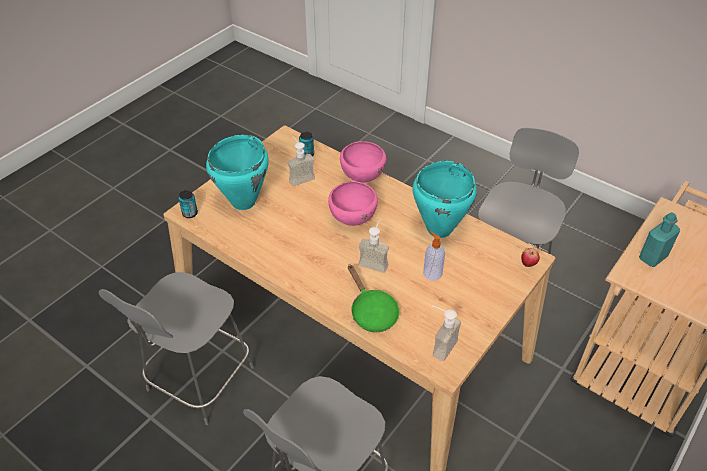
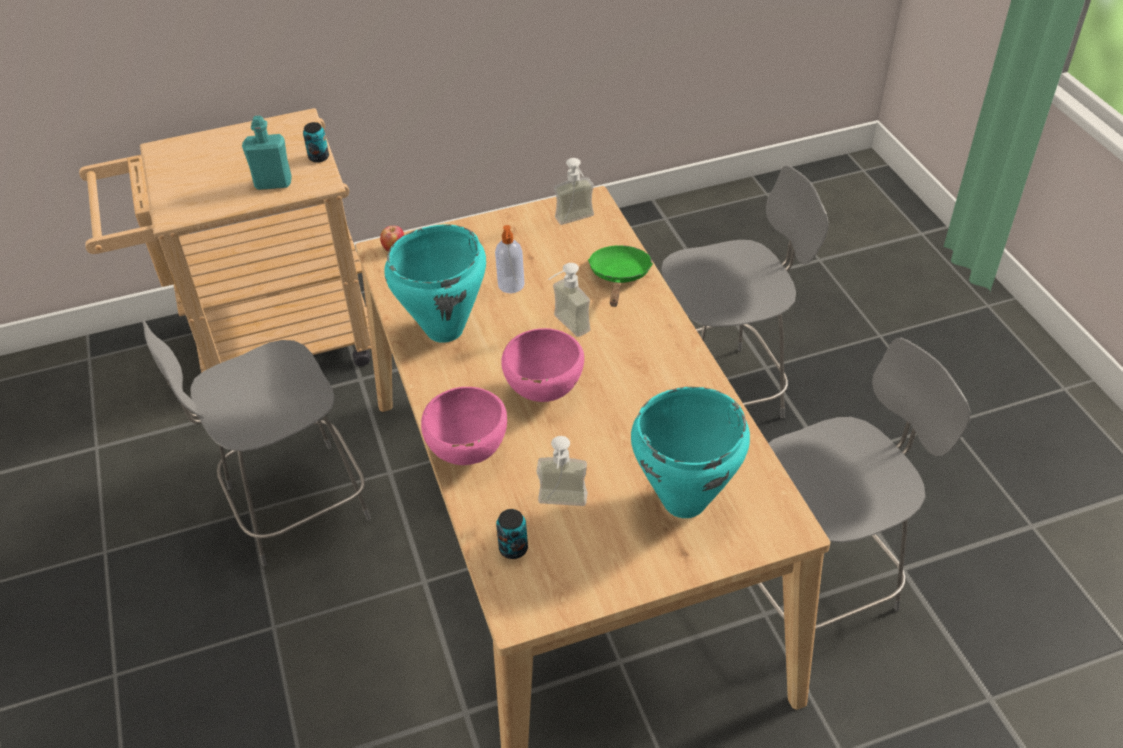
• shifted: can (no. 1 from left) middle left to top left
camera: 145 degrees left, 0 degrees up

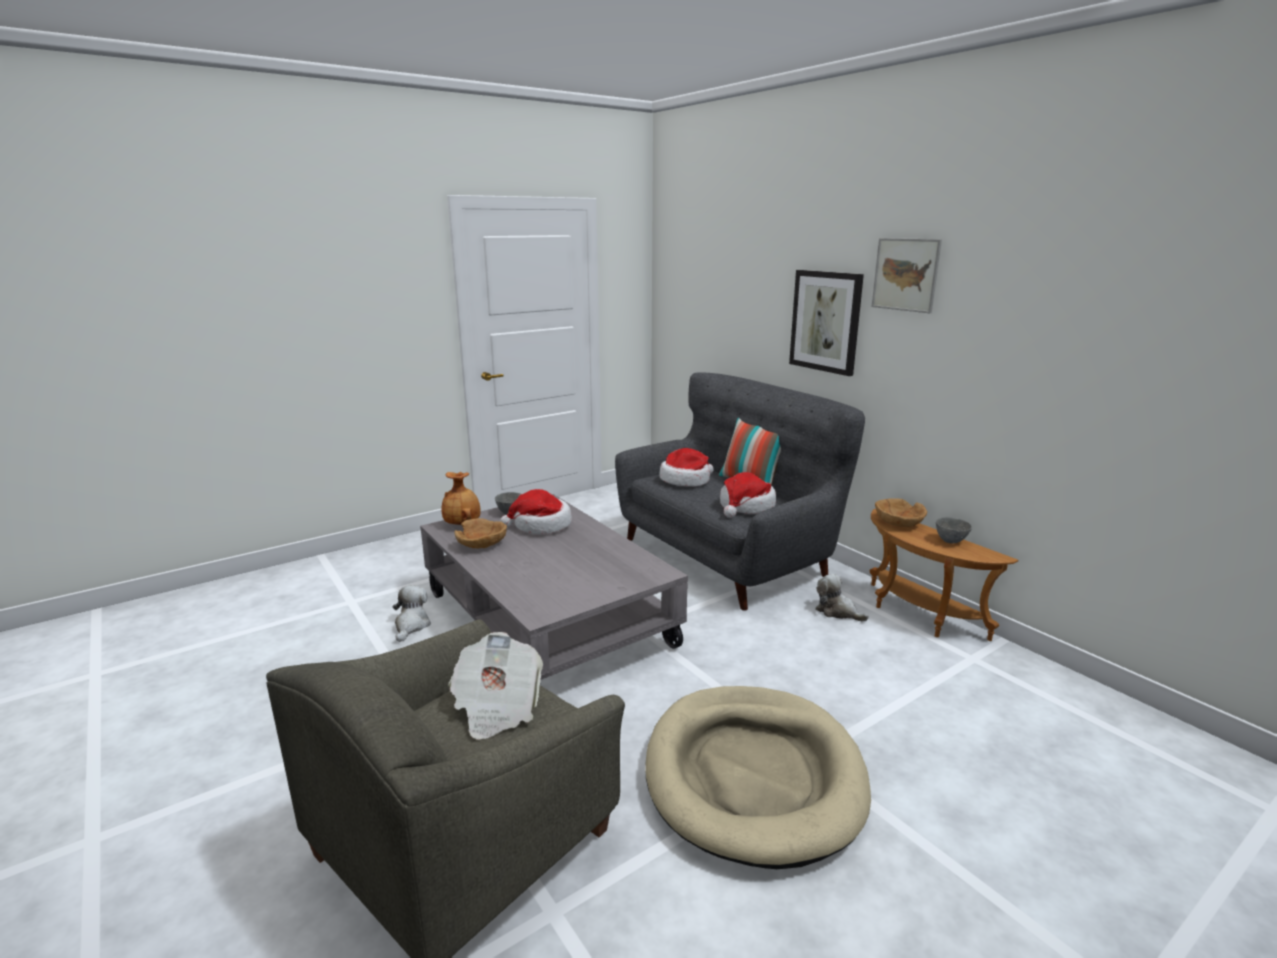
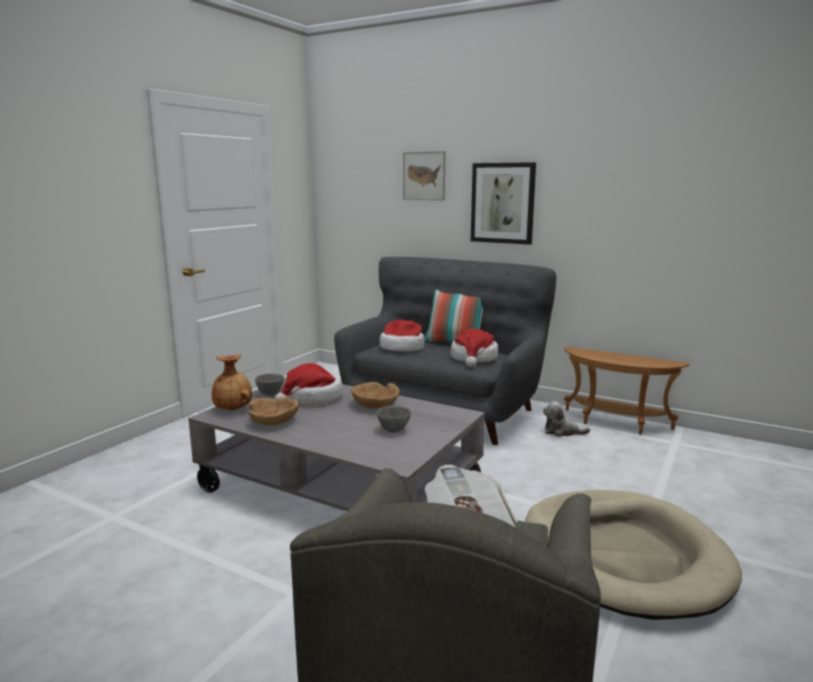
• shifted: picture (no. 2 from left in the first image) top right to picture (no. 1 from left) top centre
• shifted: bowl (brown) (no. 2 from left) middle right to centre
• shifted: bowl (grey) (no. 2 from left) middle right to centre
• gone: plush toy (no. 1 from left) middle left
camera: 25 degrees left, 5 degrees down

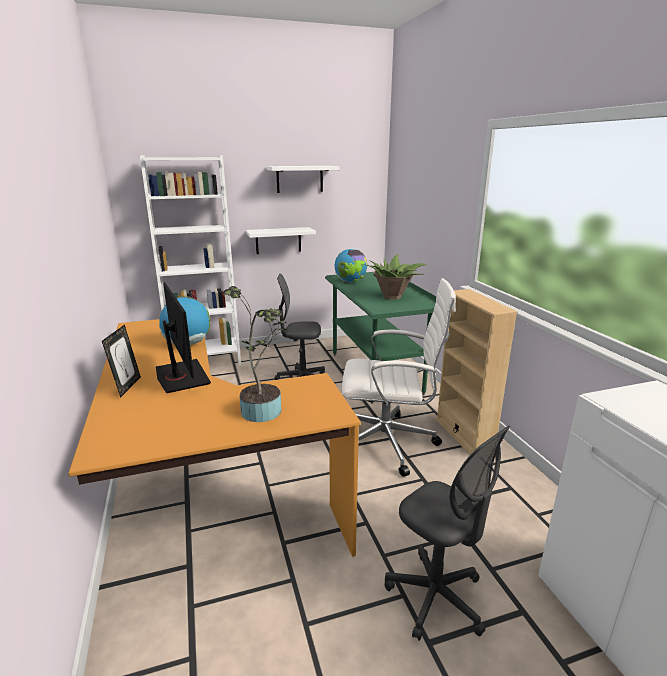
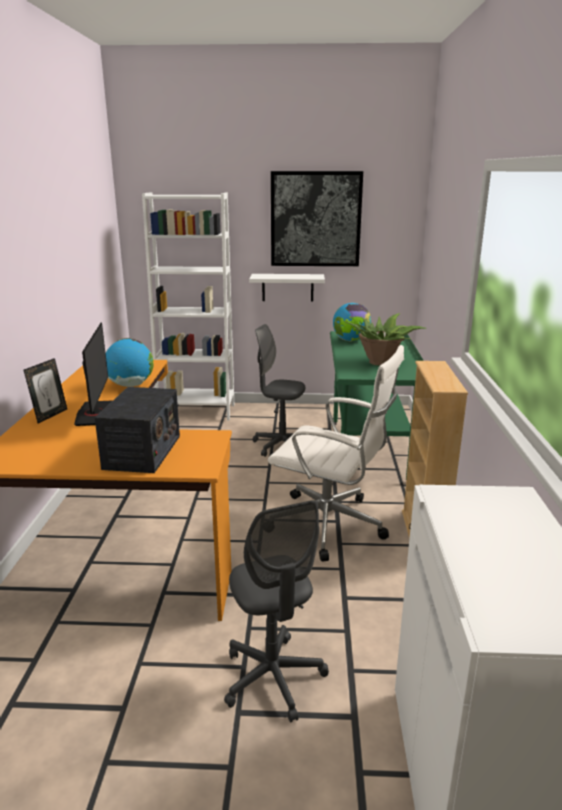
• swapped: shelf (white) (no. 2 from left) top centre to picture top centre
• swapped: potted plant (no. 1 from left) centre to radio middle left
camera: 20 degrees right, 0 degrees up

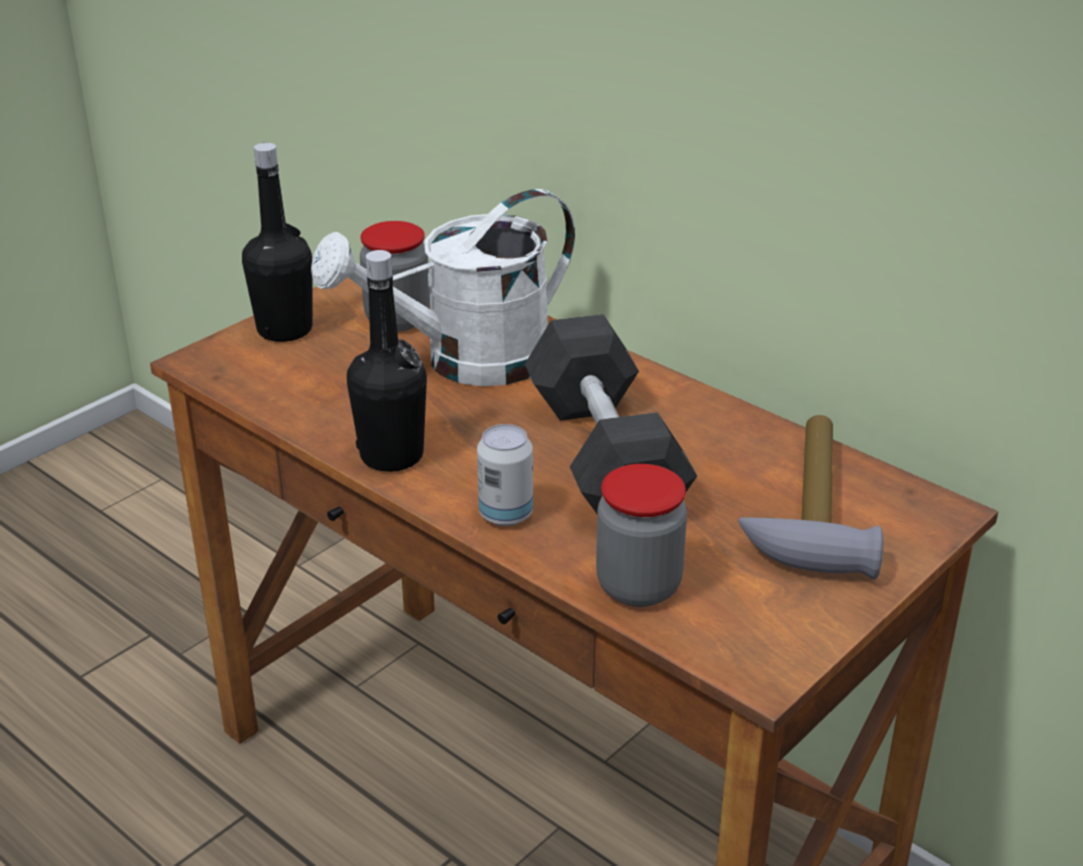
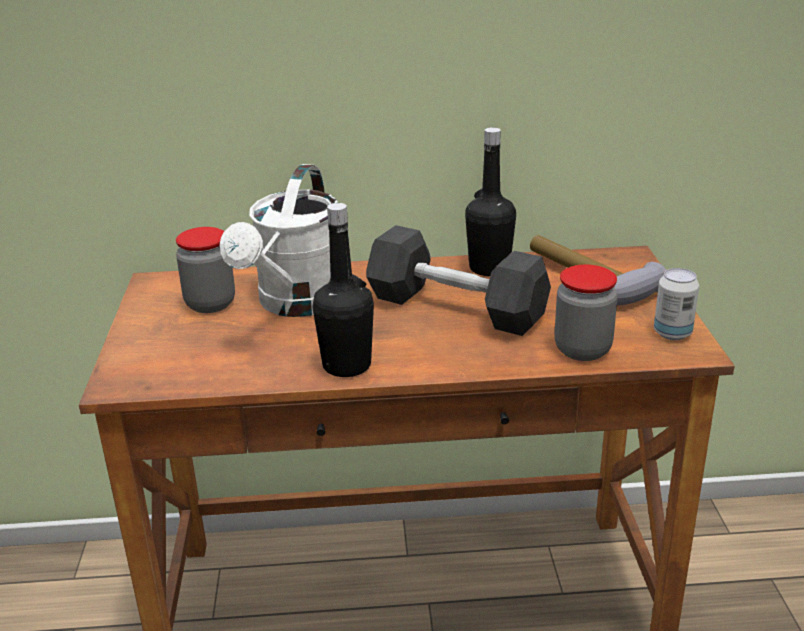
• shifted: bottle (black) (no. 1 from left in the first image) top left to bottle (black) (no. 2 from left) top centre
• shifted: can centre to middle right
camera: 45 degrees left, 5 degrees down

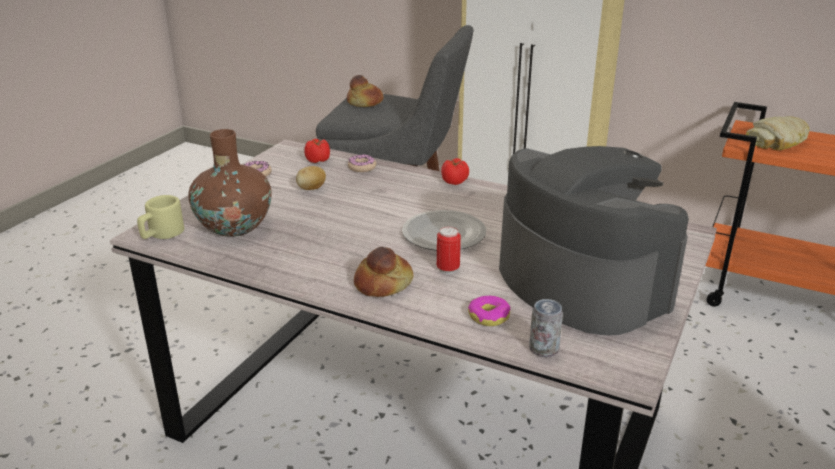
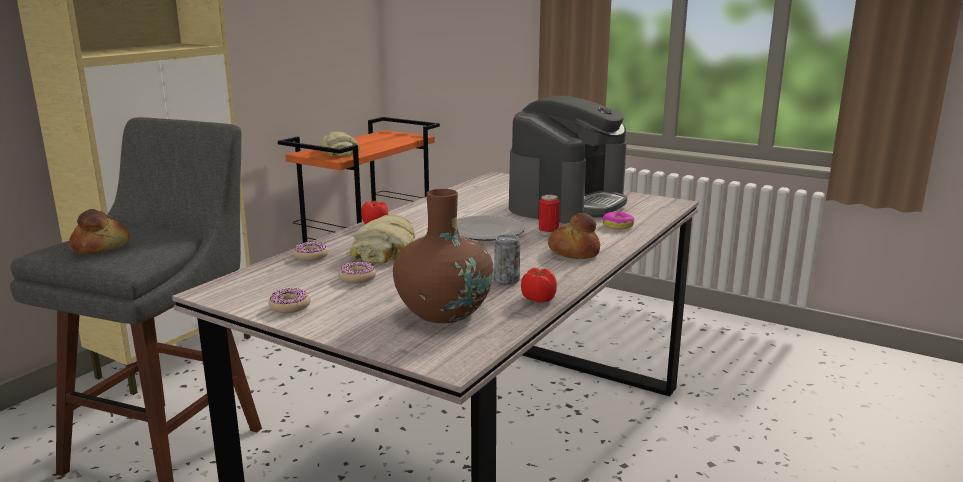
• shifted: tomato (no. 1 from left in the first image) top centre to tomato (no. 2 from left) centre
• rotated: coffee machine middle right = top centre 150 degrees clockwise
• swapped: potato centre to donut (no. 3 from left) centre
• gone: mug (beige) middle left
• shifted: can (no. 2 from left in the first image) bottom centre to can (no. 1 from left) centre
• new: bread (no. 3 from left) centre
camera: 85 degrees left, 10 degrees down

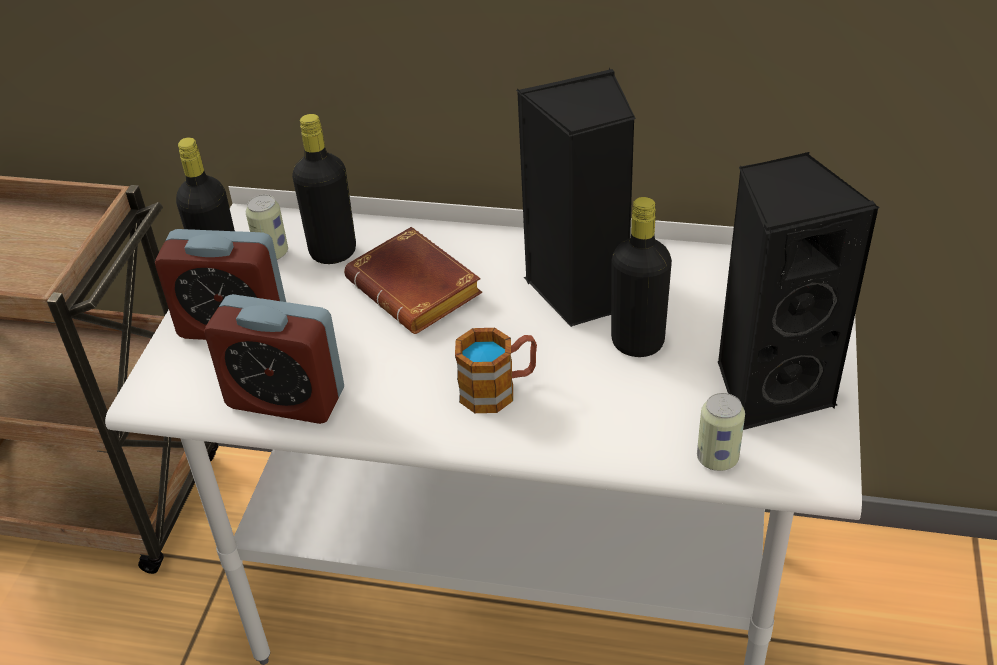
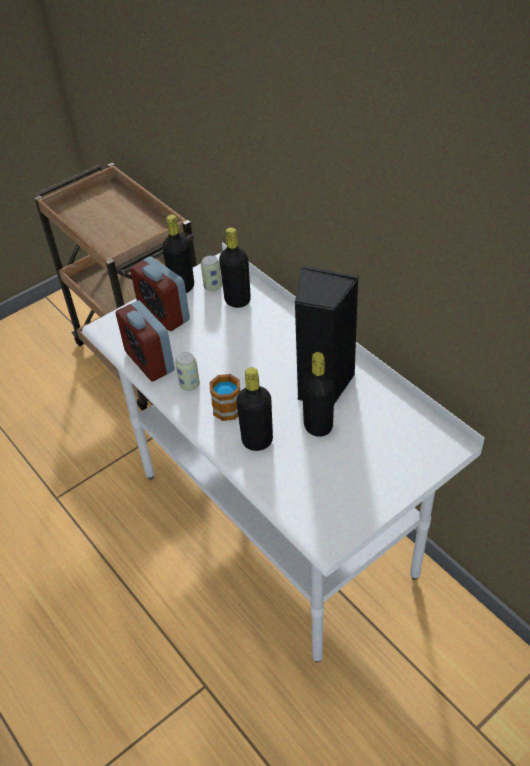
• gone: speaker (black) (no. 2 from left) middle right
• gone: book (brown) centre
• shifted: can (no. 2 from left in the first image) middle right to can (no. 1 from left) centre
• new: bottle (black) (no. 3 from left) centre
camera: 40 degrees right, 5 degrees up

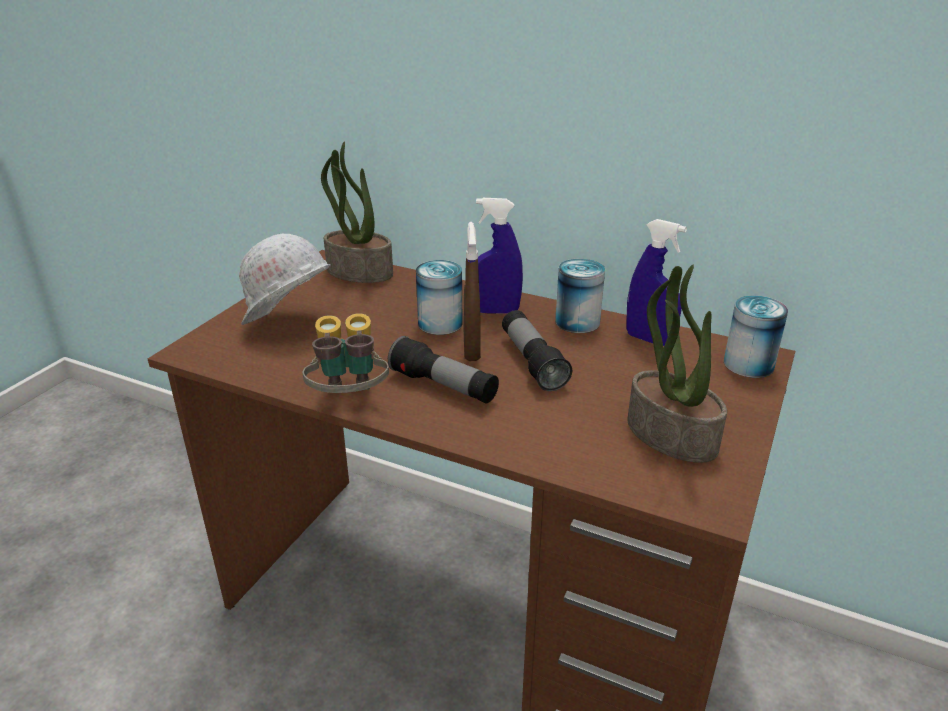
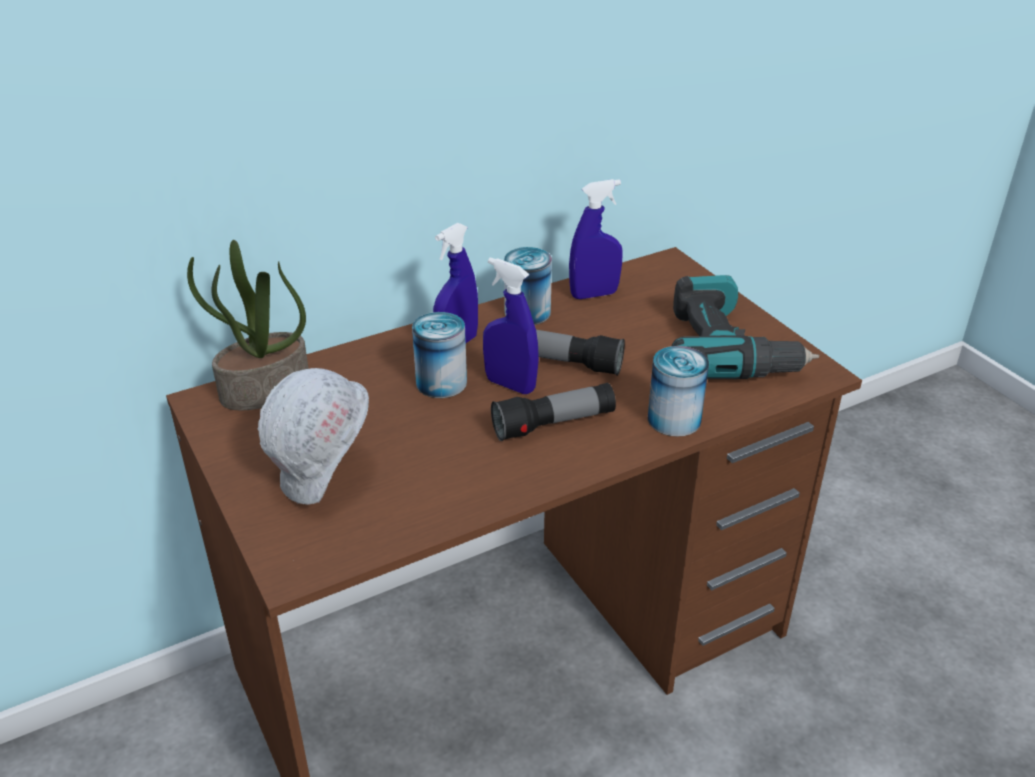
• repainted: spray bottle (brown) centre to spray bottle (blue) (no. 2 from left) centre
• swapped: potted plant (no. 2 from left) middle right to power drill middle right
• shifted: can (no. 3 from left) middle right to centre
• gone: binoculars centre
camera: 55 degrees left, 5 degrees up

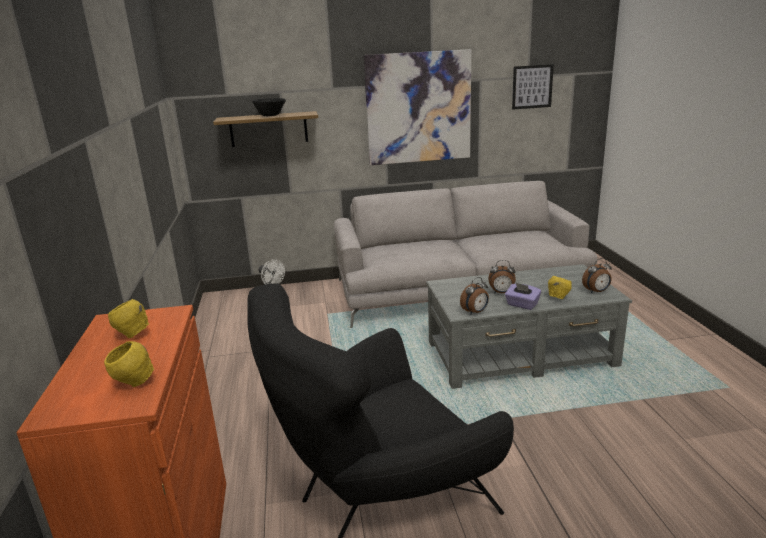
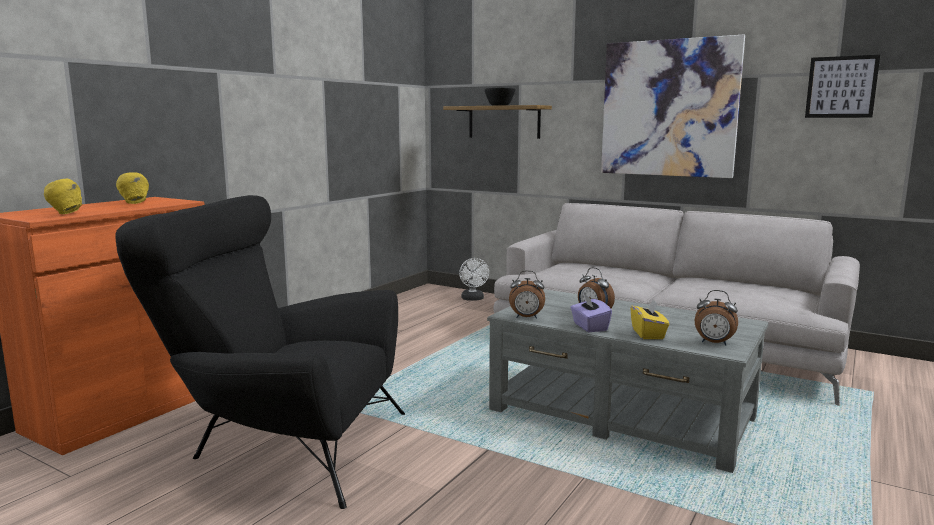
• swapped: bowl (yellow) (no. 3 from left) middle right to tissue box (yellow) middle right
camera: 40 degrees right, 10 degrees down

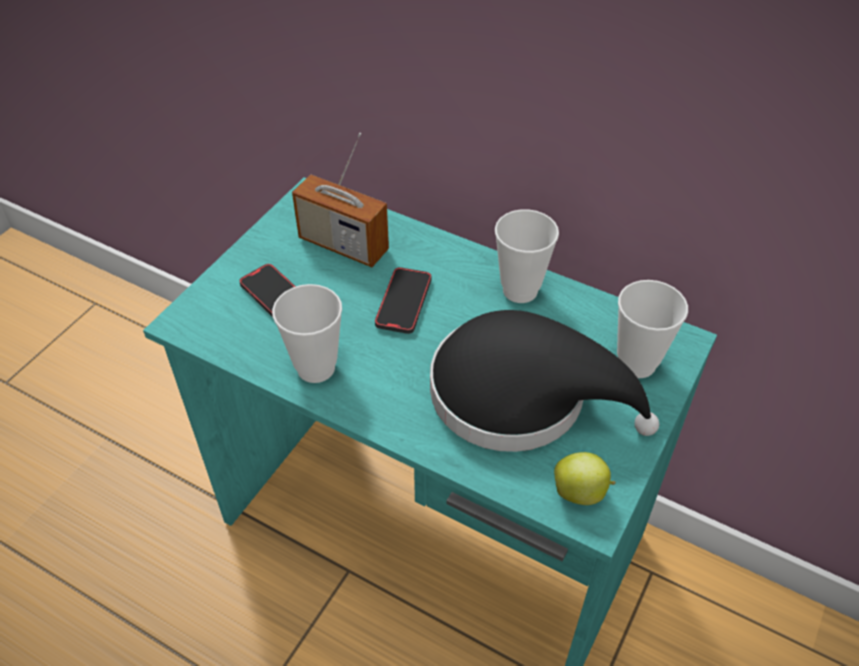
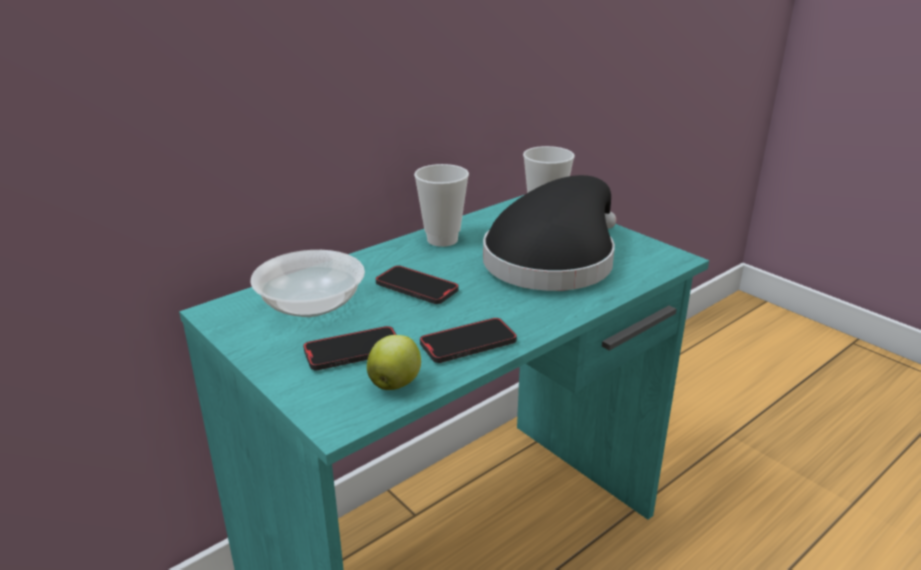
• swapped: radio top centre to bowl centre
• swapped: cup (no. 1 from left) centre to phone (no. 3 from left) centre
• shifted: apple bottom right to centre
camera: 70 degrees left, 20 degrees down

